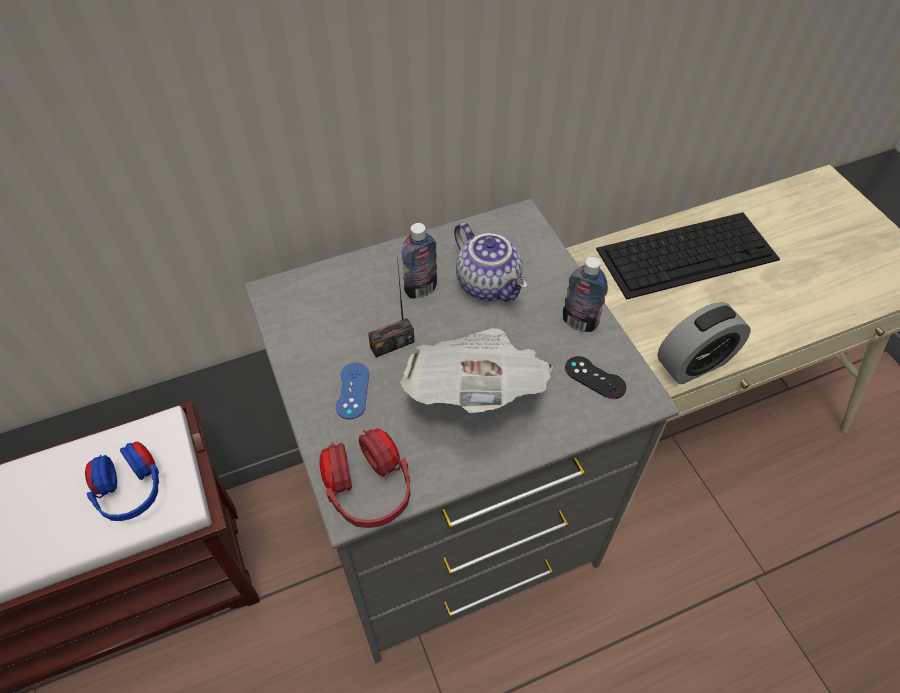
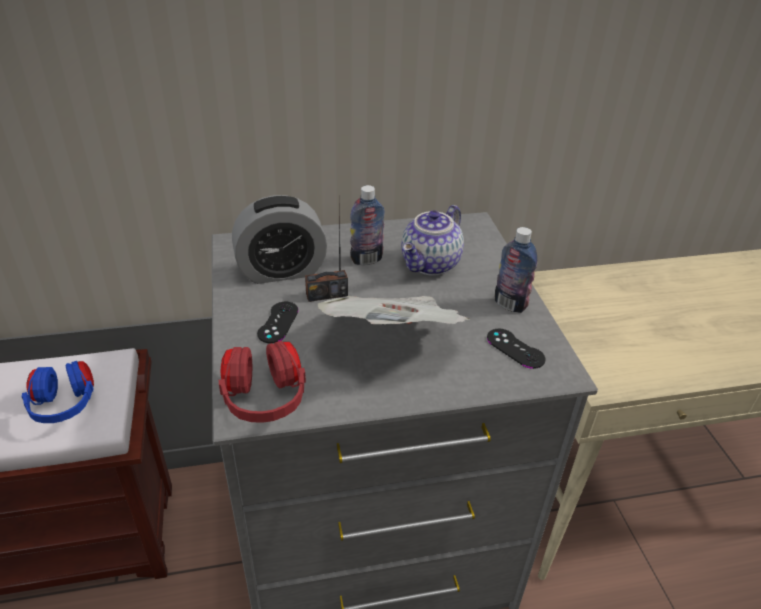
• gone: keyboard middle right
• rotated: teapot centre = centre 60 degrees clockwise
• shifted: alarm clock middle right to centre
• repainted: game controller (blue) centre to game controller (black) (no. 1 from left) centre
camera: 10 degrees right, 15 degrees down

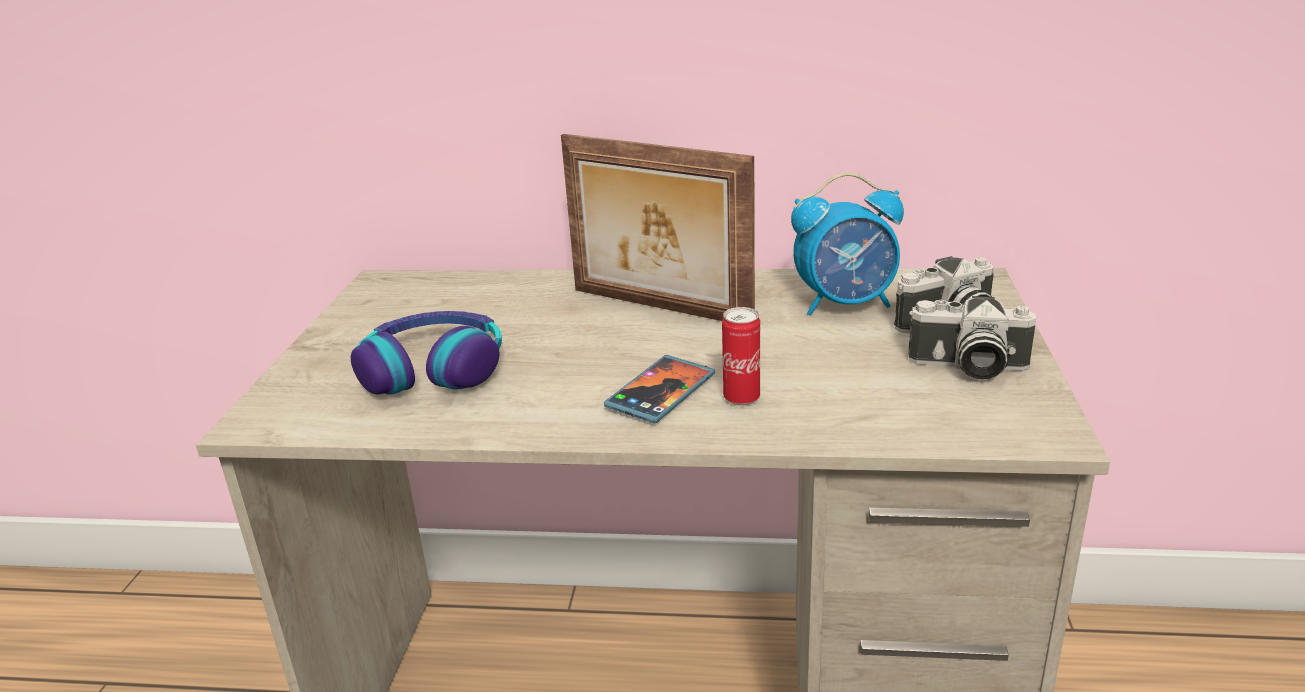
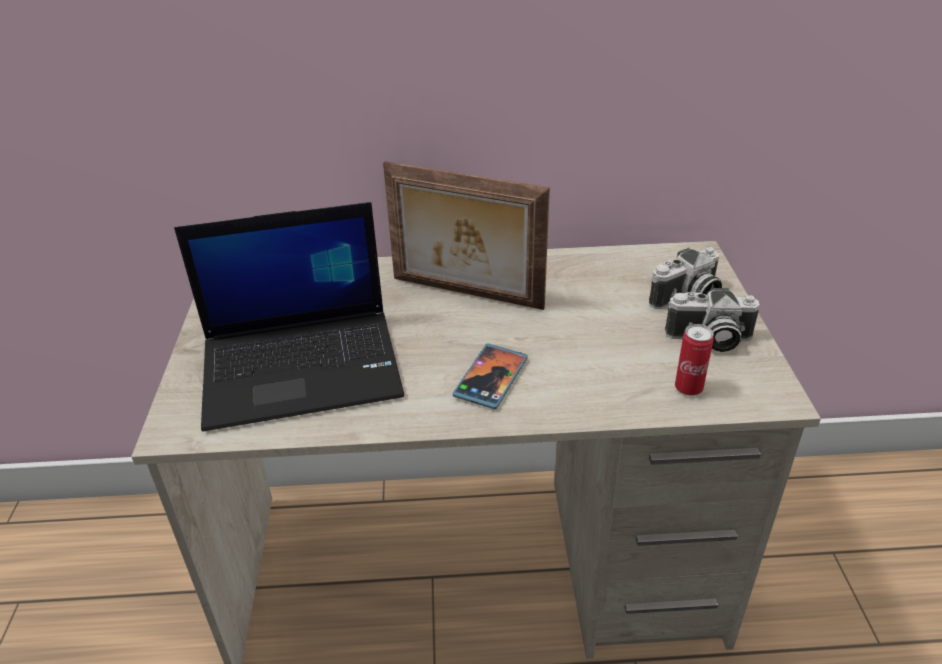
• gone: alarm clock centre
• shifted: can centre to middle right
• swapped: headphones middle left to laptop middle left
camera: 10 degrees left, 10 degrees up

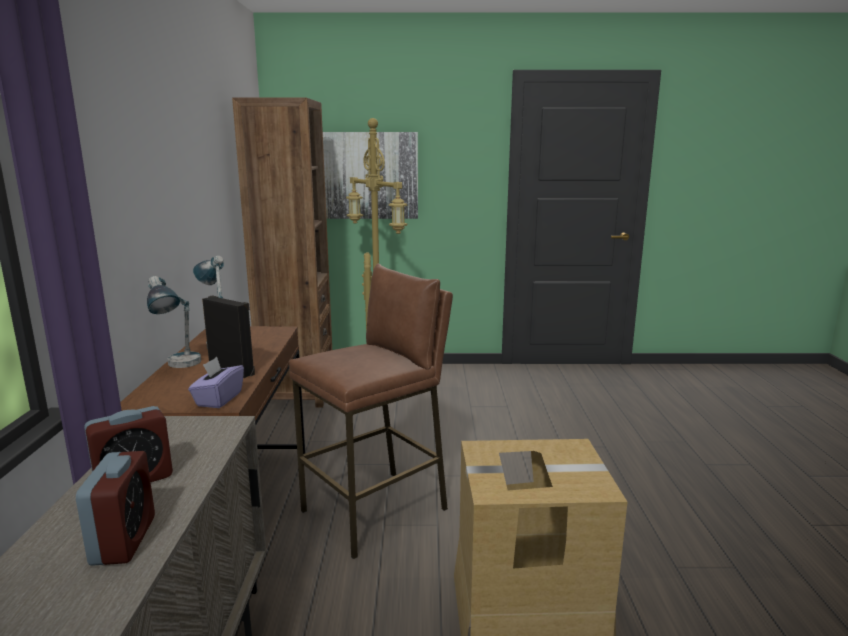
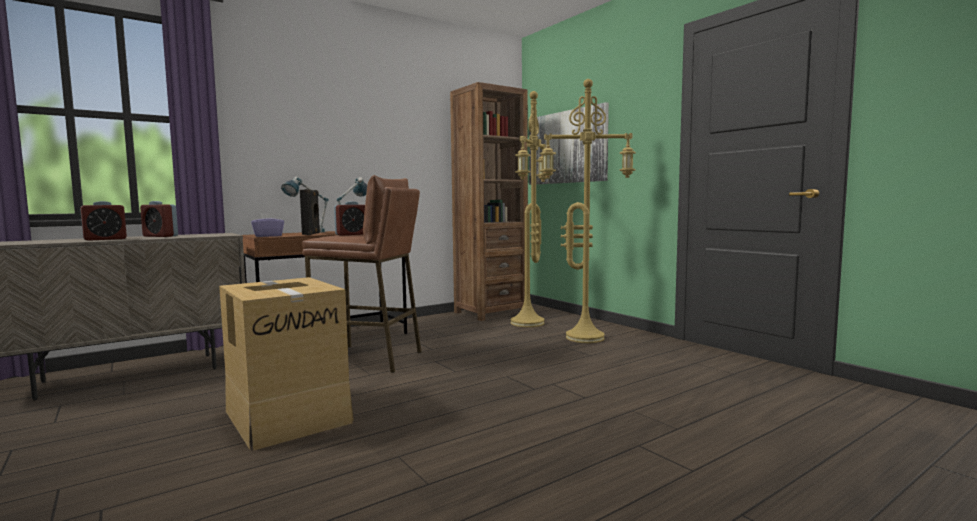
• new: floor lamp (yellow) (no. 2 from left) centre
• new: alarm clock (no. 3 from left) centre
camera: 55 degrees right, 10 degrees down

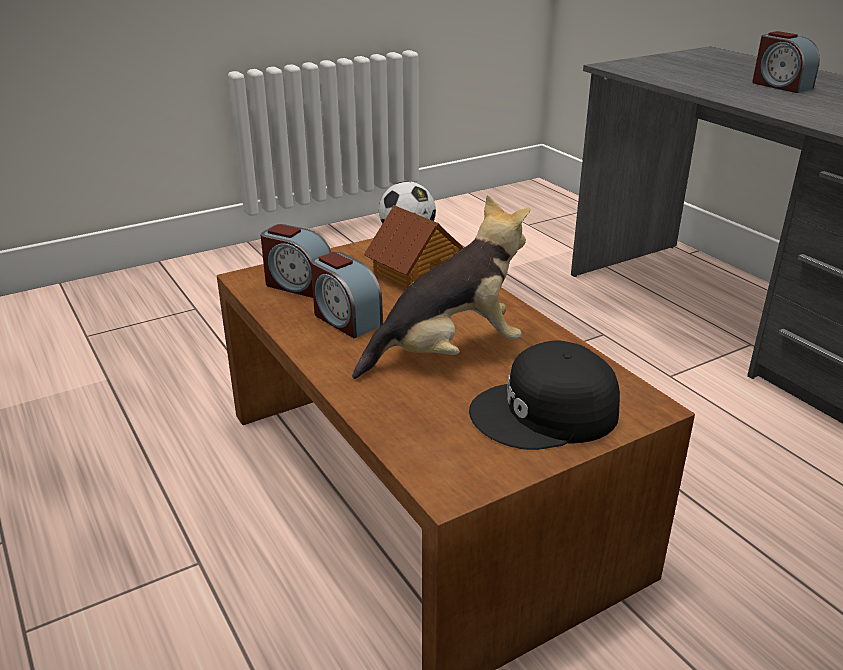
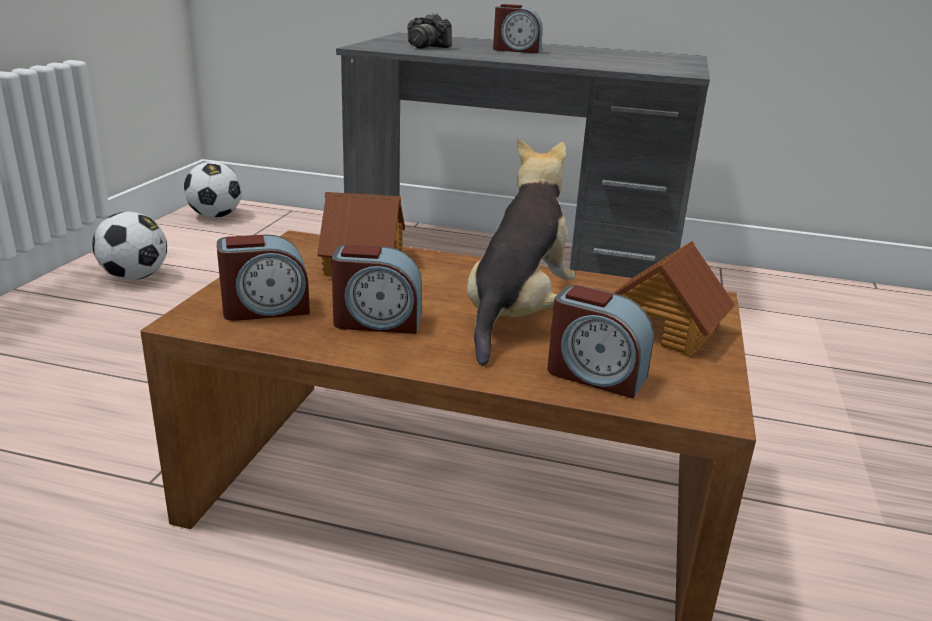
• swapped: cap (black) centre to toy house (no. 2 from left) middle right
• new: photo camera top centre
• new: football (no. 2 from left) top left
• new: alarm clock (no. 4 from left) centre
camera: 45 degrees left, 5 degrees down

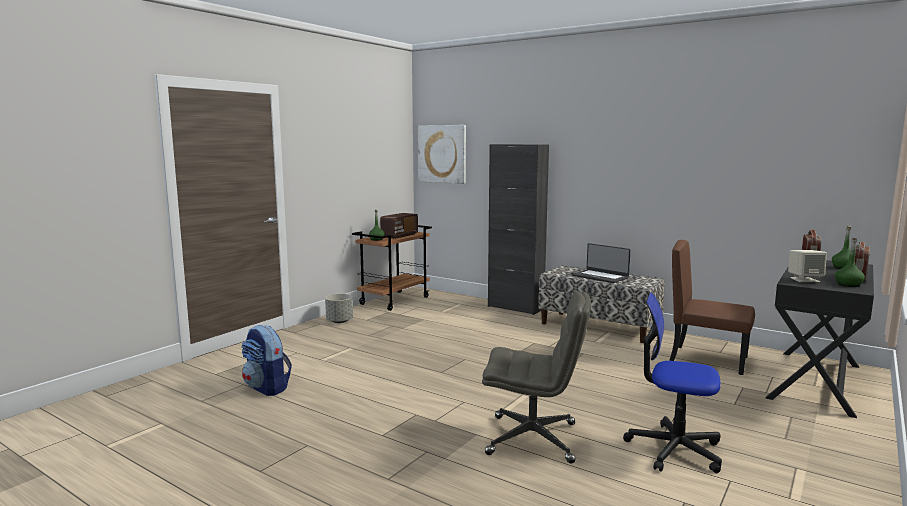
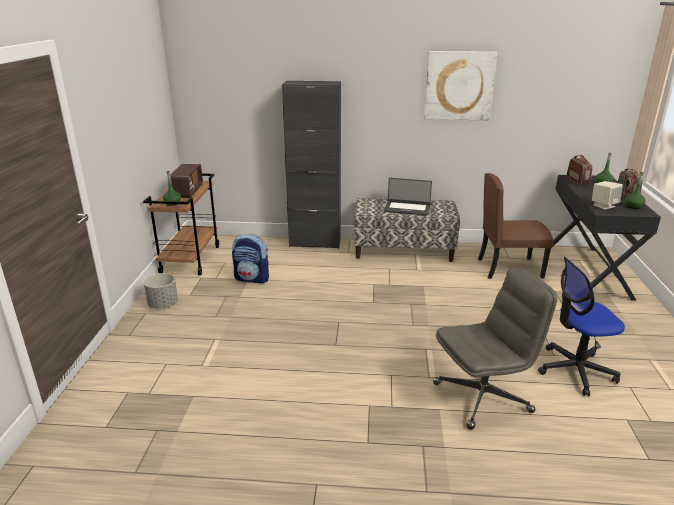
• shifted: picture top centre to top right
• shifted: backpack bottom left to centre
camera: 30 degrees left, 15 degrees up

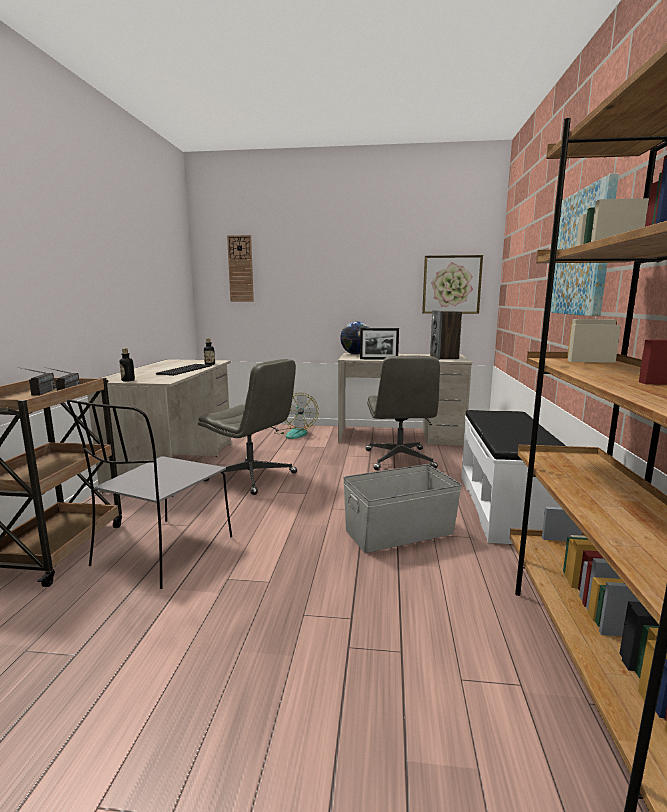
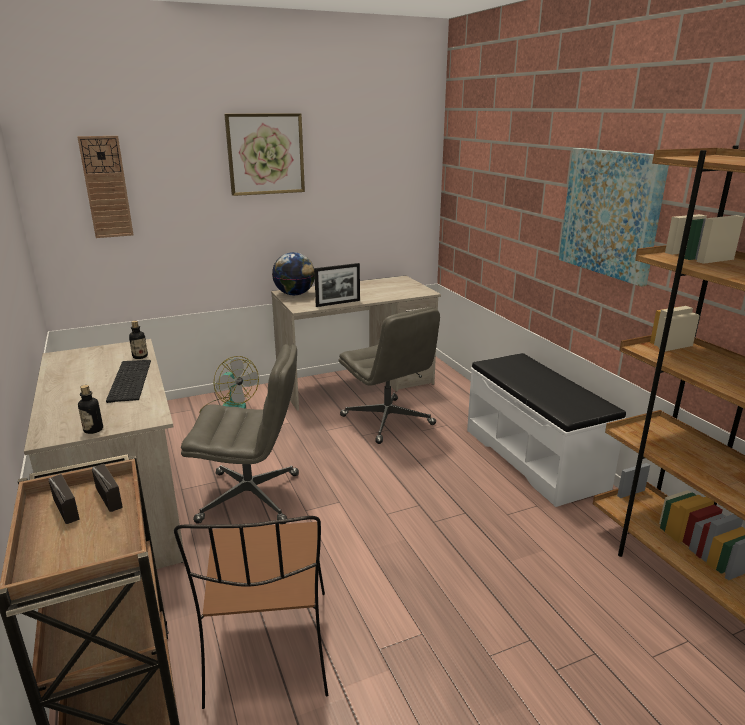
• shifted: picture (no. 1 from left) middle right to top centre
• gone: speaker middle right
• repainted: chair (grey) middle left to chair (brown) bottom centre
• gone: storage box (grey) centre
camera: 30 degrees left, 10 degrees up

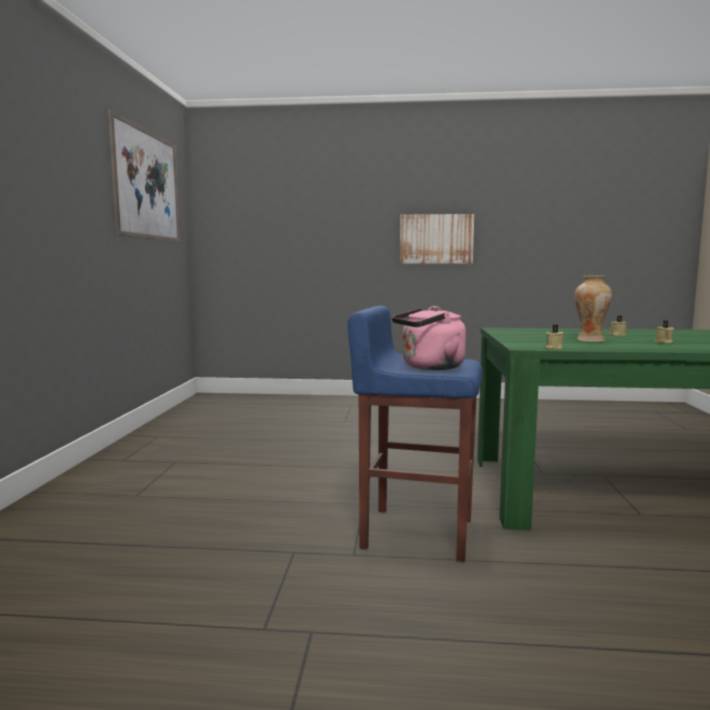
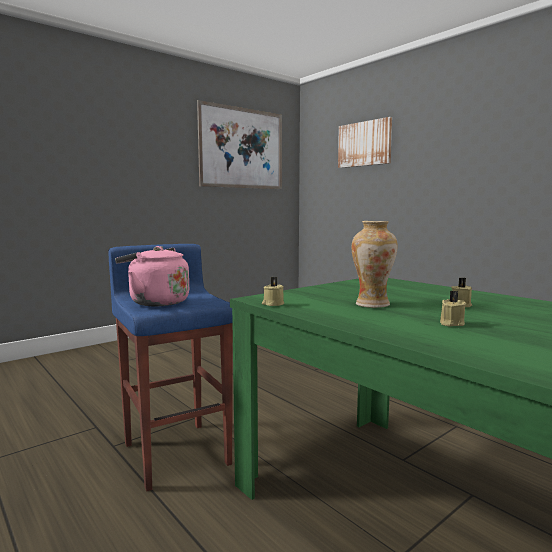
• shifted: picture (no. 2 from left) centre to top centre
camera: 45 degrees right, 0 degrees up

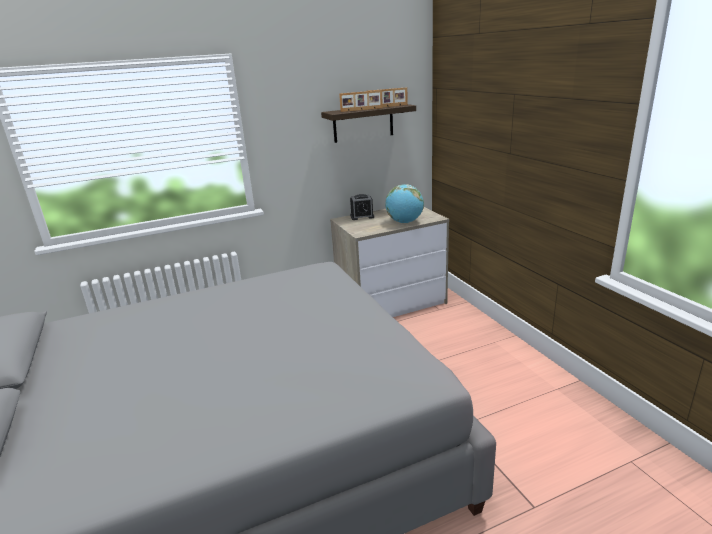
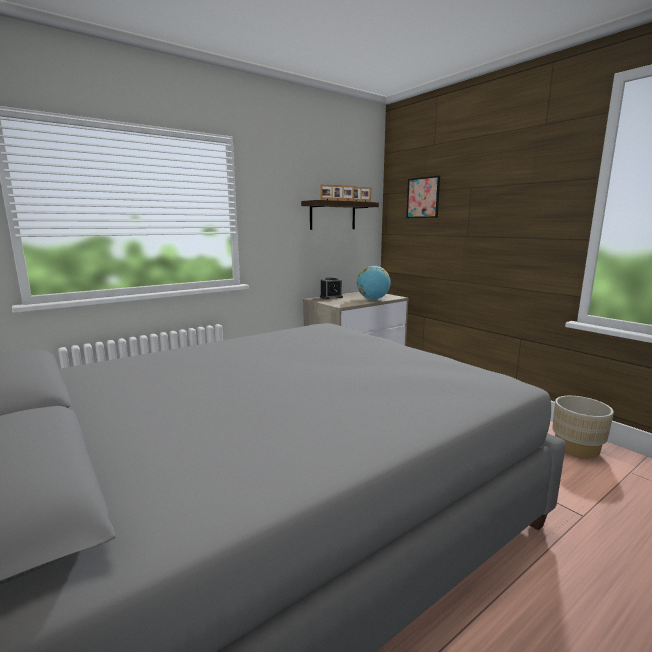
• new: picture top centre
• new: planter (beige) middle right
camera: 15 degrees left, 10 degrees down

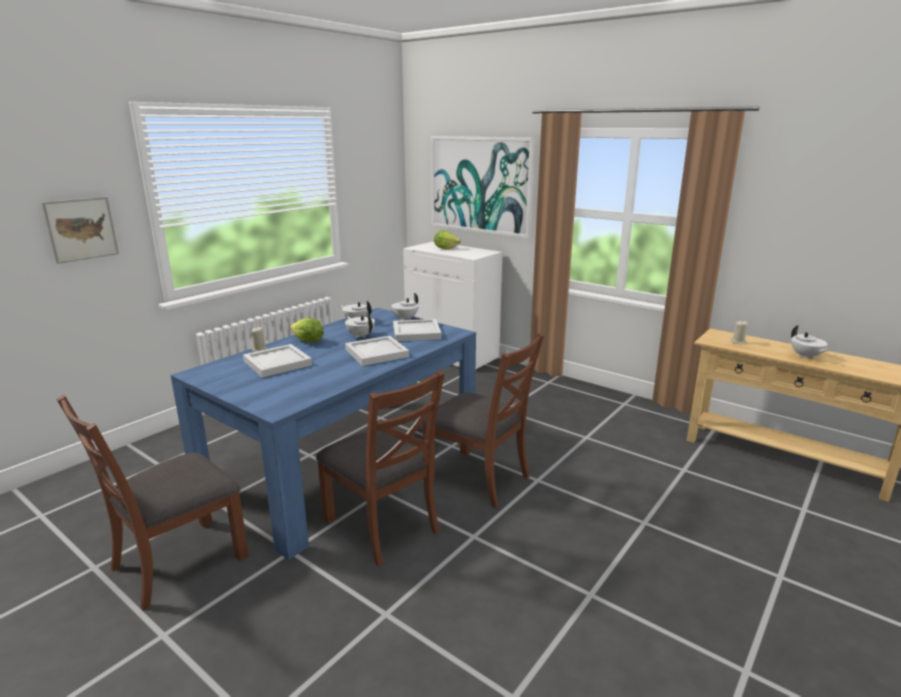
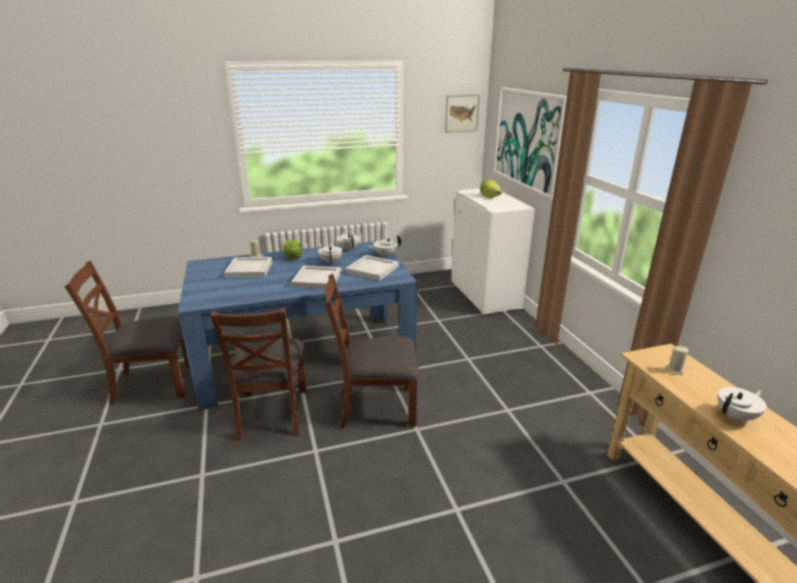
• shifted: picture (no. 1 from left) top left to top centre
• rotated: teapot (white) (no. 4 from left) middle right = bottom right 135 degrees counterclockwise
• rotated: chair (brown) (no. 3 from left) centre = centre 105 degrees clockwise
camera: 35 degrees right, 5 degrees up

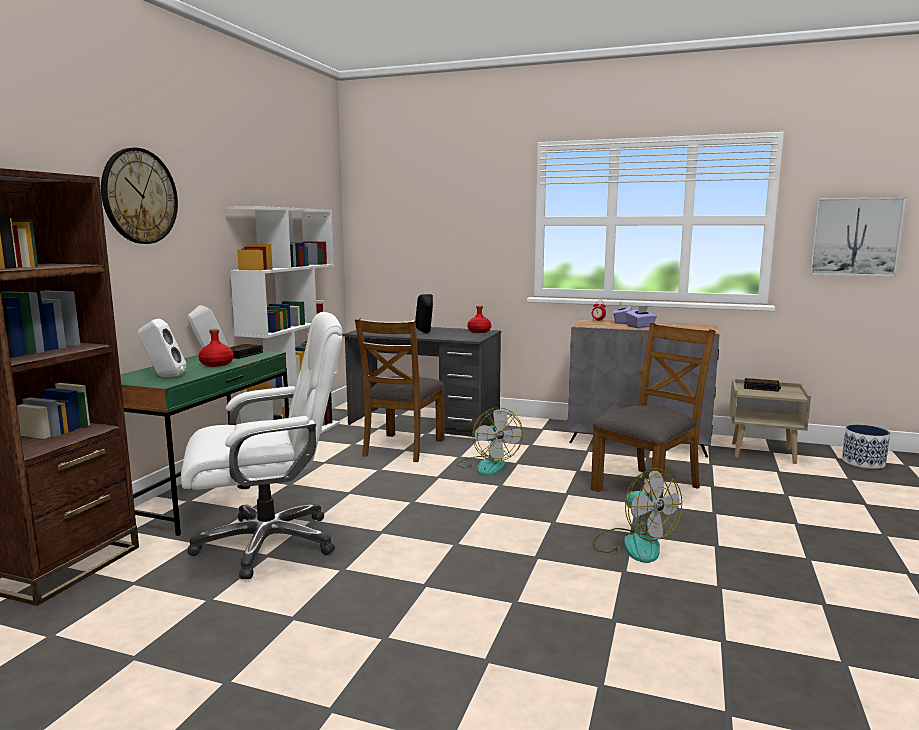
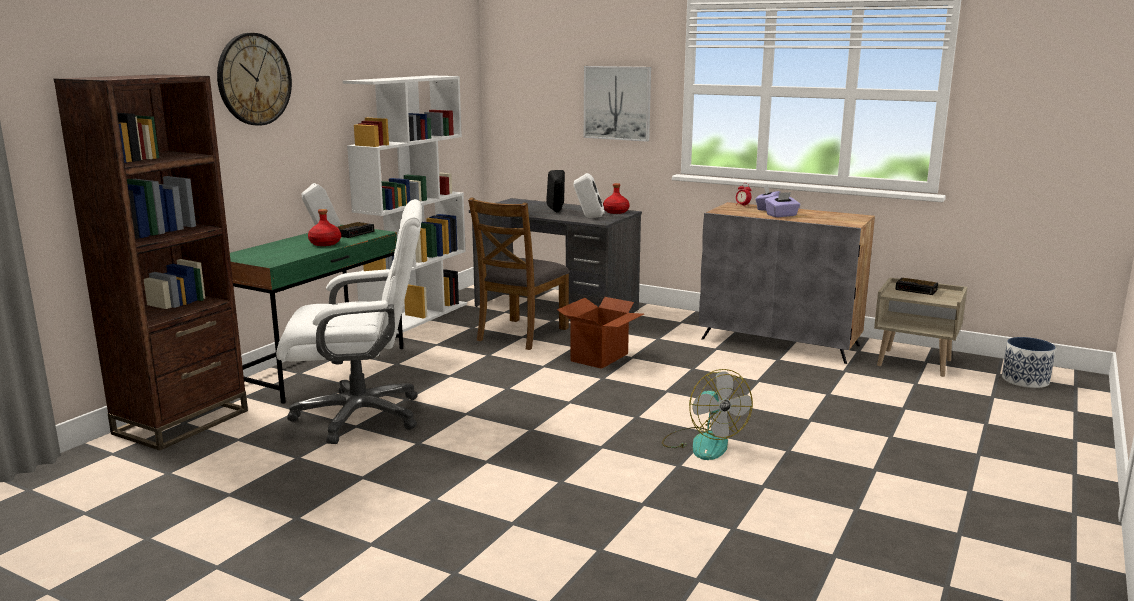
• shifted: picture top right to top centre
• shifted: speaker (white) (no. 1 from left in the first image) middle left to speaker (white) (no. 2 from left) top centre
• gone: chair (brown) (no. 2 from left) middle right
• swapped: fan (no. 1 from left) centre to cardboard box centre
camera: 10 degrees right, 5 degrees up

